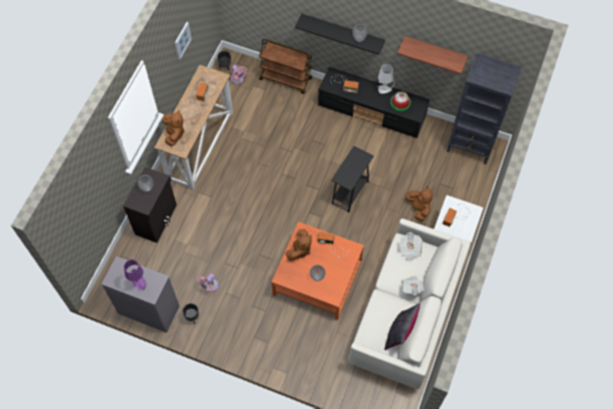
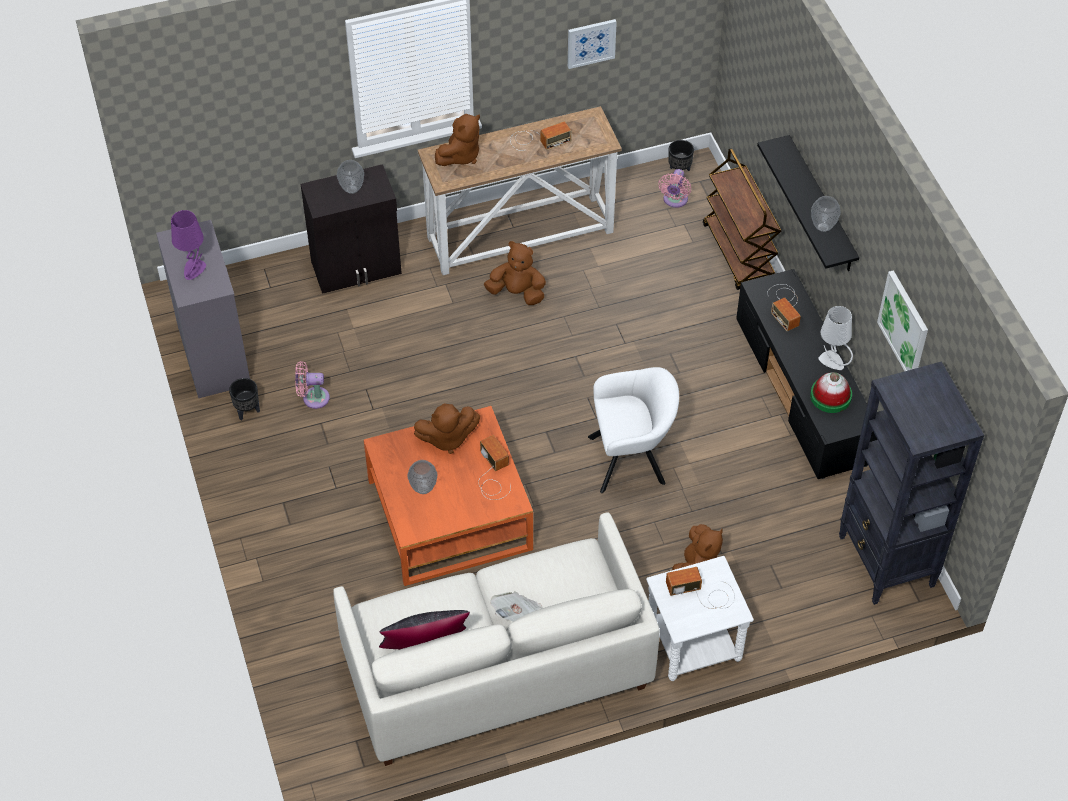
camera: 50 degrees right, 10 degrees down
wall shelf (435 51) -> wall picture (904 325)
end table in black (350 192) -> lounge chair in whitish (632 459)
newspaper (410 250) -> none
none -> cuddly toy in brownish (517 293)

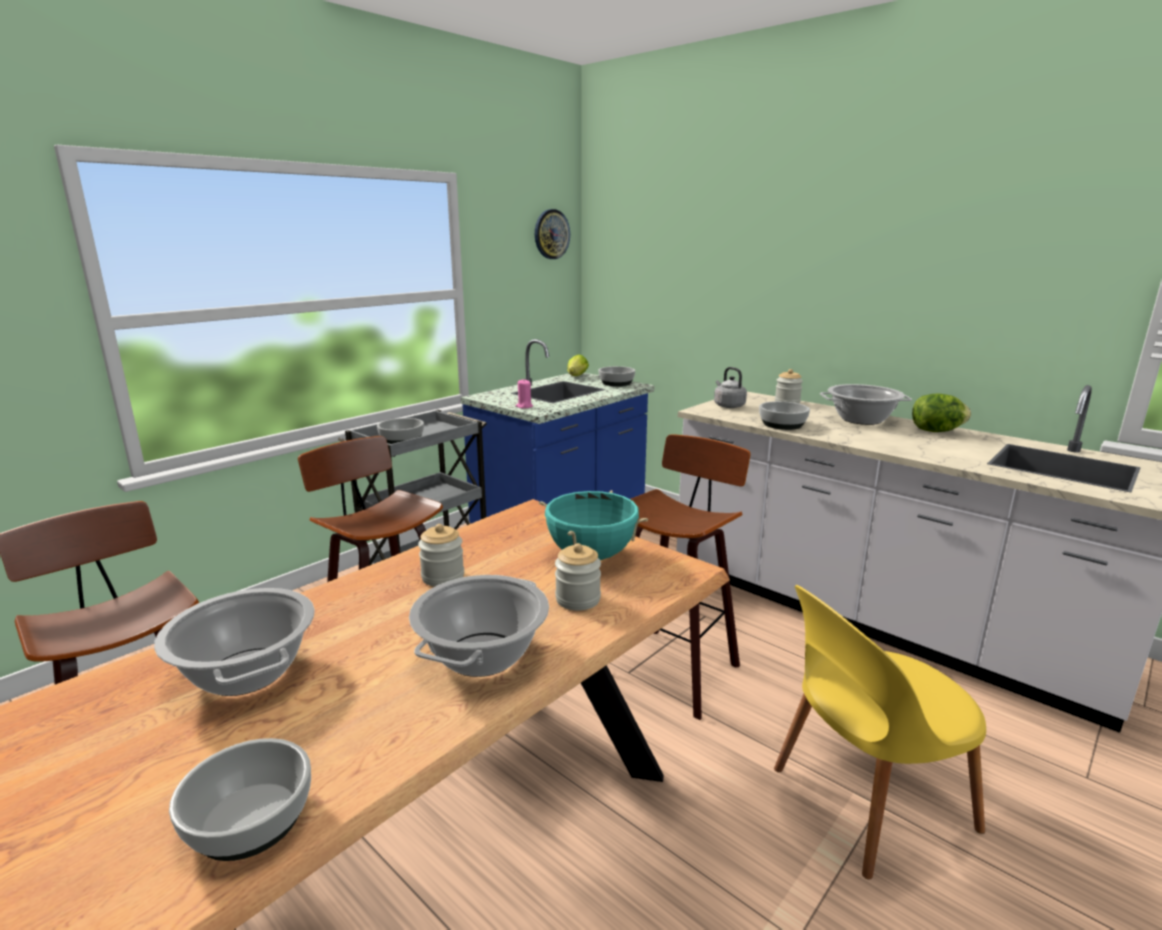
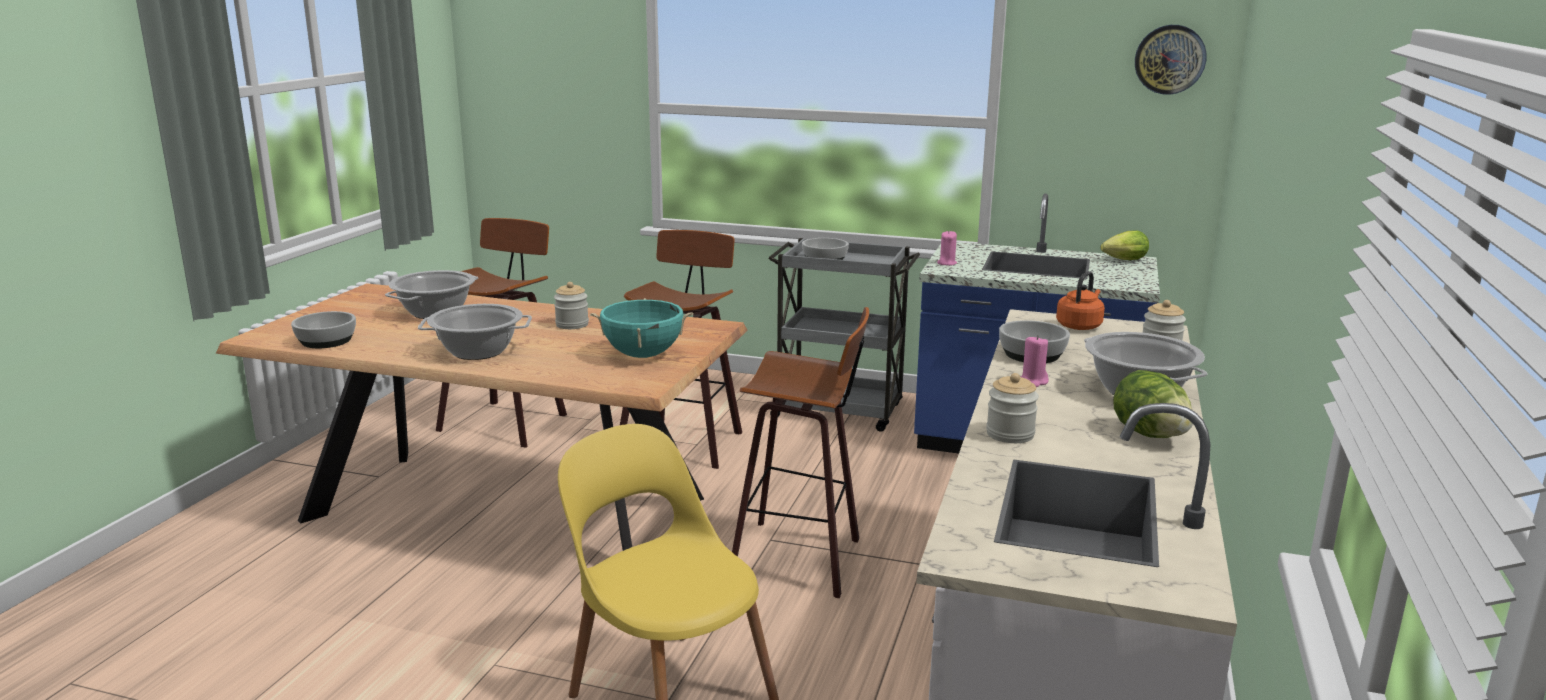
camera: 65 degrees right, 0 degrees up
serving bowl (616 383) -> none
water kettle in grey (728 405) -> water kettle in orangey (1080 326)
storage jar (578 599) -> storage jar (1010 434), move
none -> wax candle in pink (1033 381)

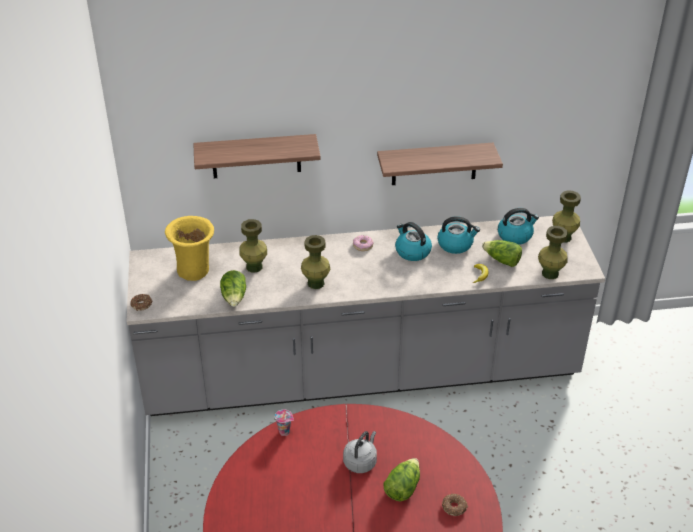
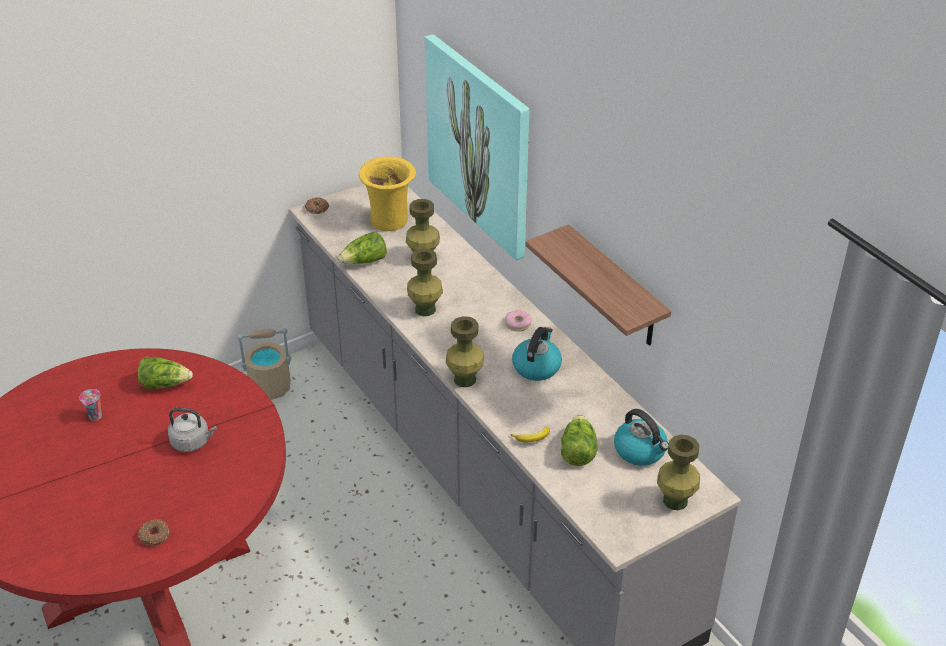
camera: 65 degrees right, 0 degrees up
wall shelf (256 156) -> wall picture (480 145)
water kettle (455 244) -> none
decorative vase in greenish (550 273) -> decorative vase in greenish (465 379), move
cup (285 432) -> cup (95 417), move
lettuce head (402 487) -> lettuce head (165 384), move
none -> bucket in beige-coloured (269 387)

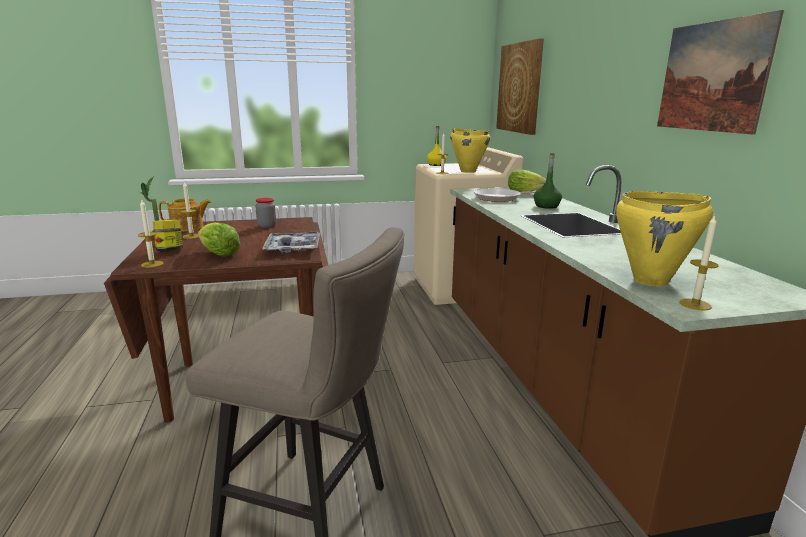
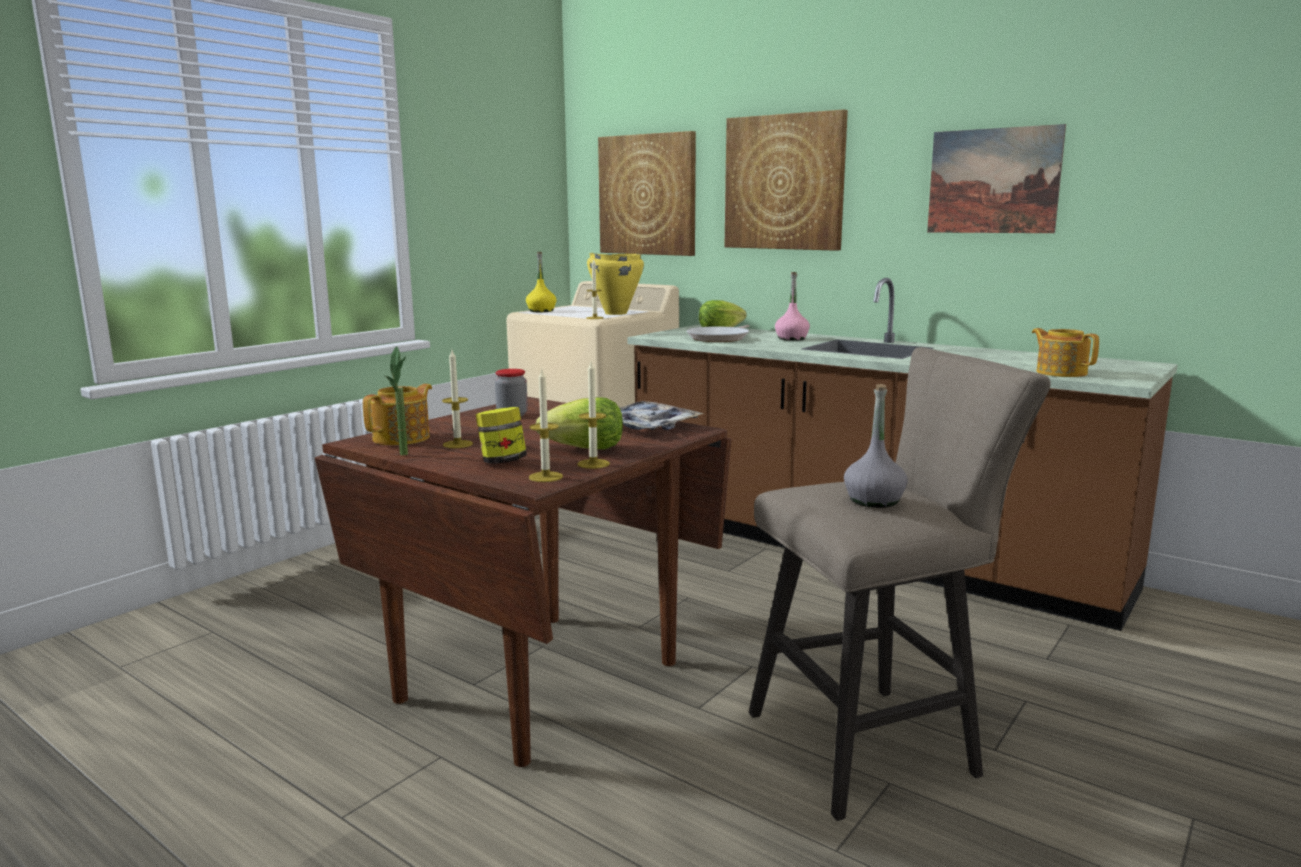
camera: 40 degrees left, 5 degrees down
bottle in greenish (546 206) -> bottle in pink (791 338)
cooking pot in yellow (651 281) -> pot for tea (1061 372)
wax candle (695 304) -> wax candle (593 464), move
none -> wall picture (784 182)
none -> bottle in grey (874 501)

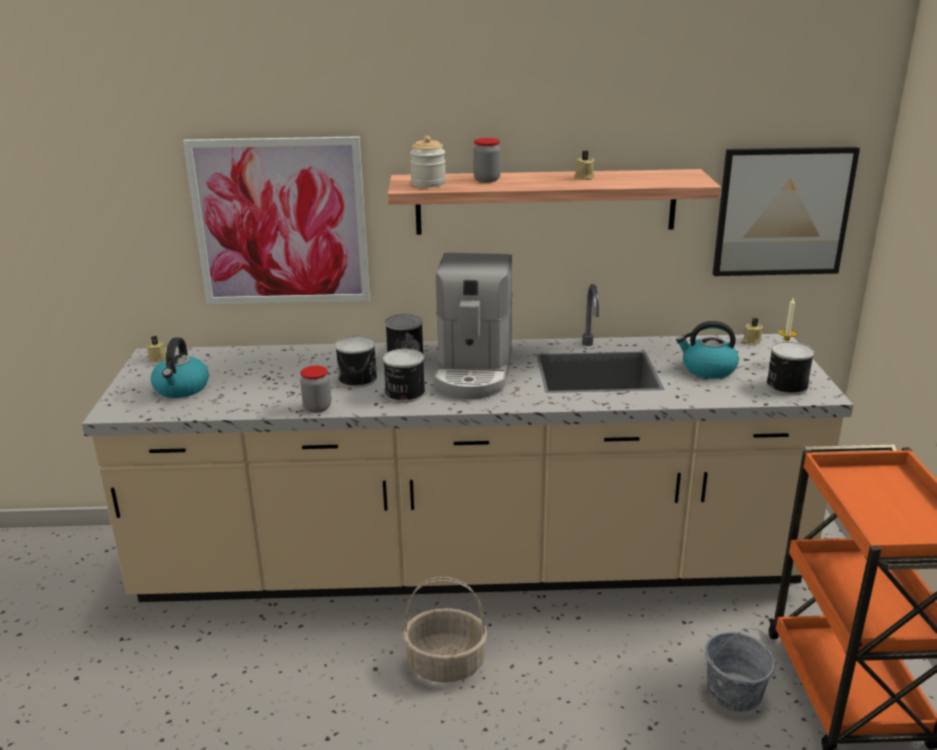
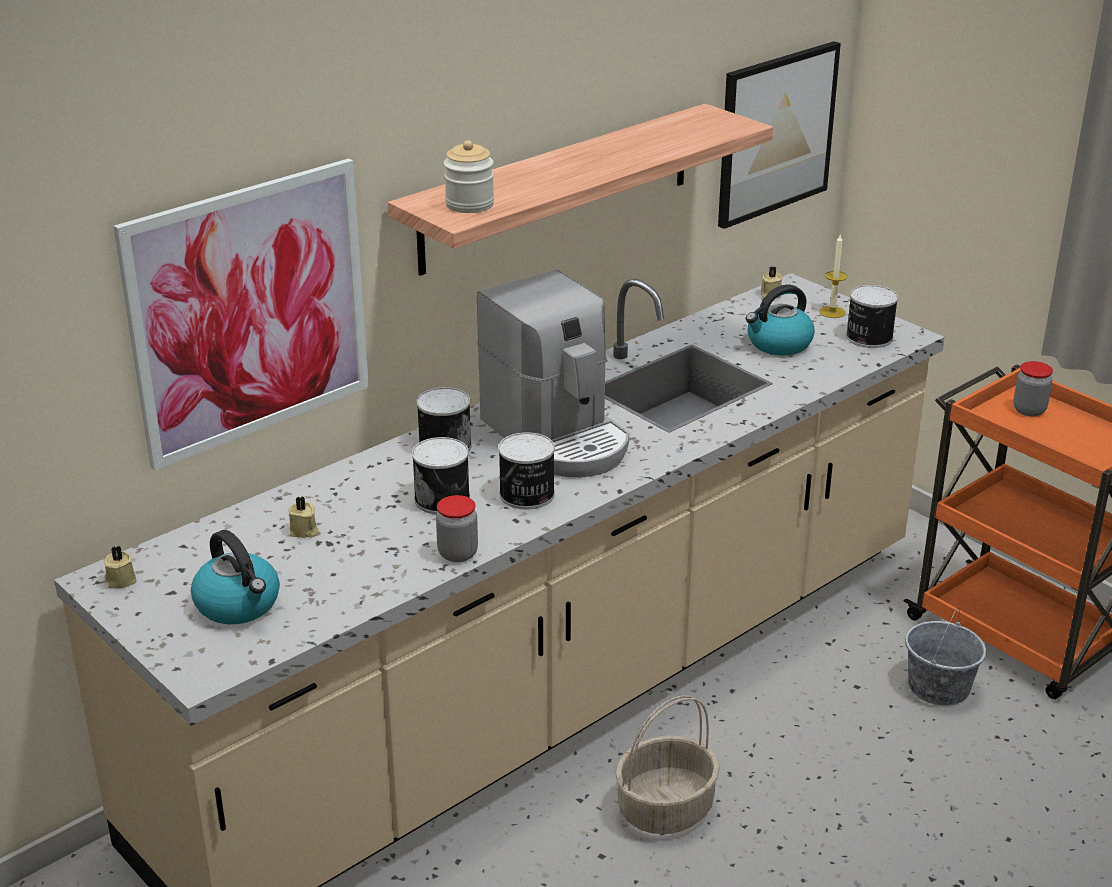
camera: 40 degrees left, 5 degrees up
storage jar (487 180) -> storage jar (1029 410), move
wax candle in beige-coloured (584 177) -> wax candle in beige-coloured (304 531), move

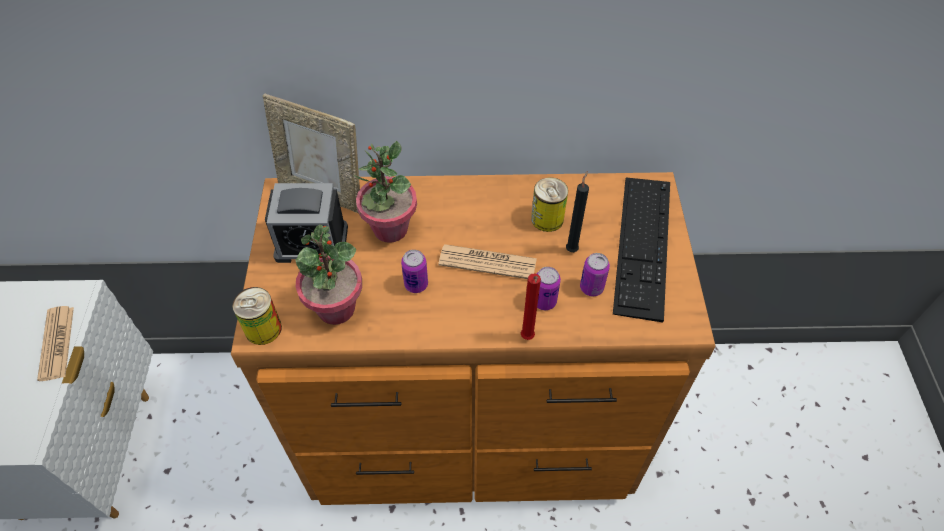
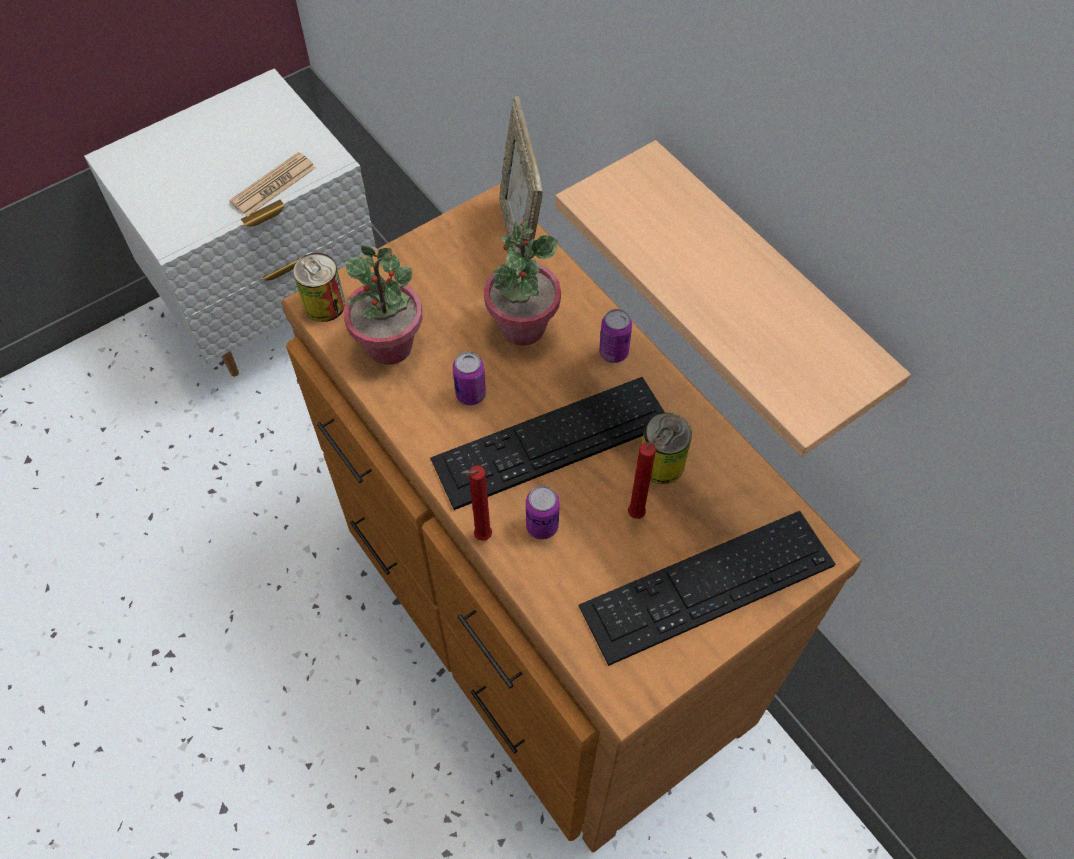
camera: 55 degrees right, 5 degrees up
wax candle in black (572 248) -> wax candle in reddish (639 513)
table clock (311 242) -> none
newspaper (487 262) -> keyboard (551 441)
sealed can (591 288) -> sealed can (613 352), move
none -> wall shelf (762 292)

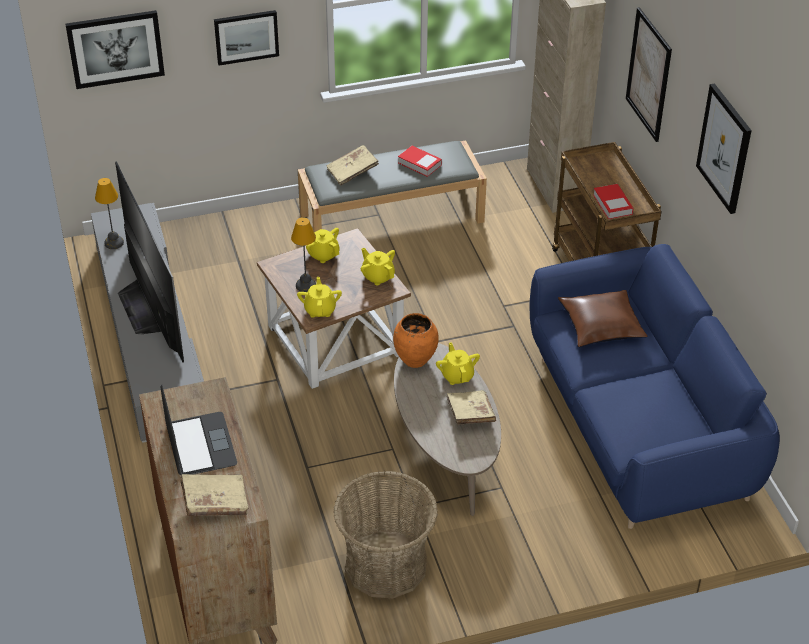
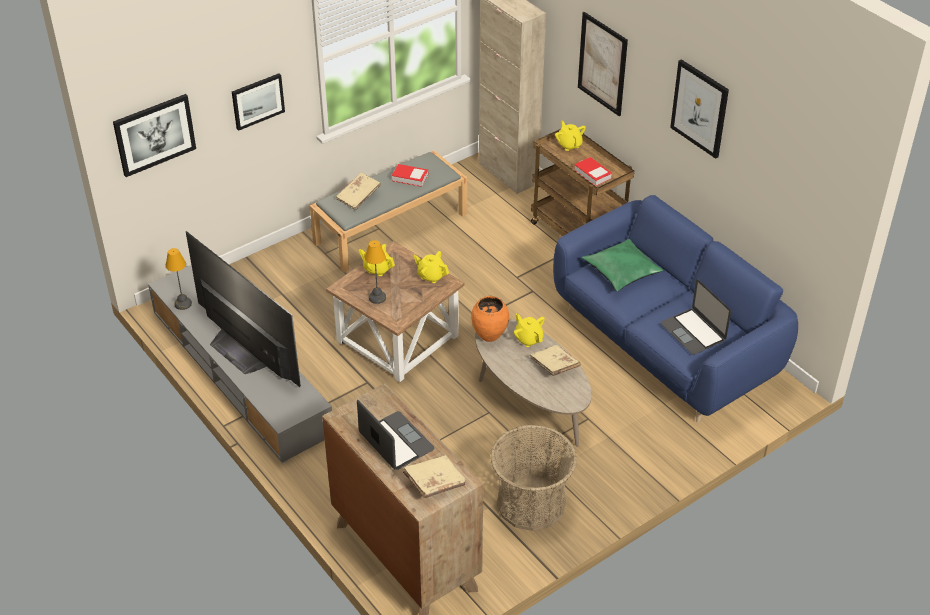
camera: 20 degrees left, 0 degrees up
pot for tea in yellow (320 310) -> pot for tea in yellow (569 144), move
cushion in brownish (601 326) -> cushion in greenish (622 271)
none -> laptop (693 331)

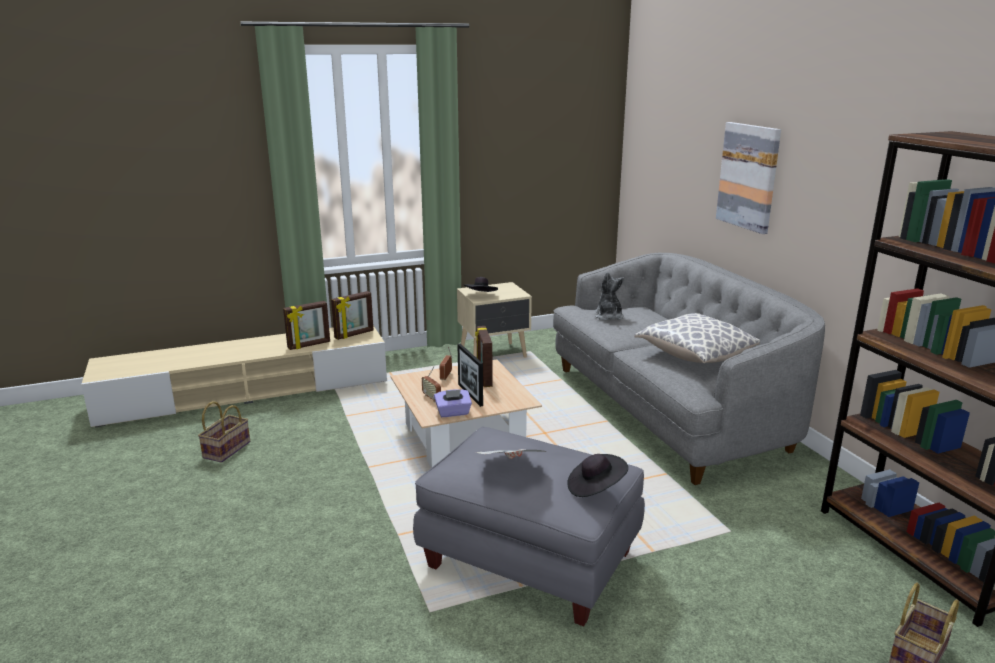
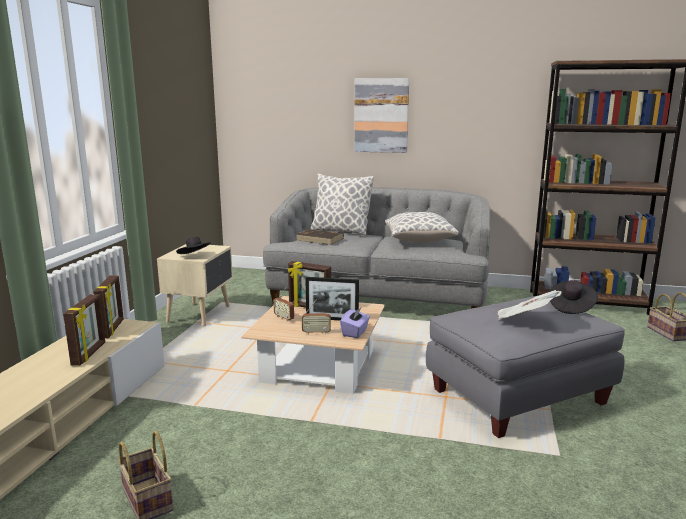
camera: 55 degrees left, 5 degrees down
cuddly toy (608 316) -> bound book in brownish (320 239)
none -> cushion (341 231)

